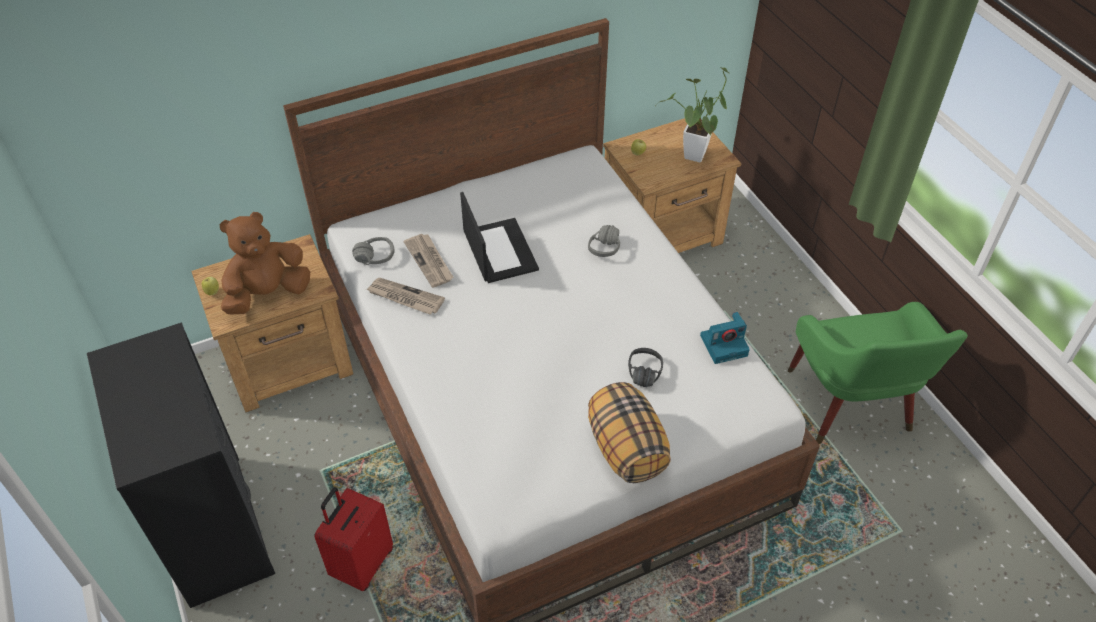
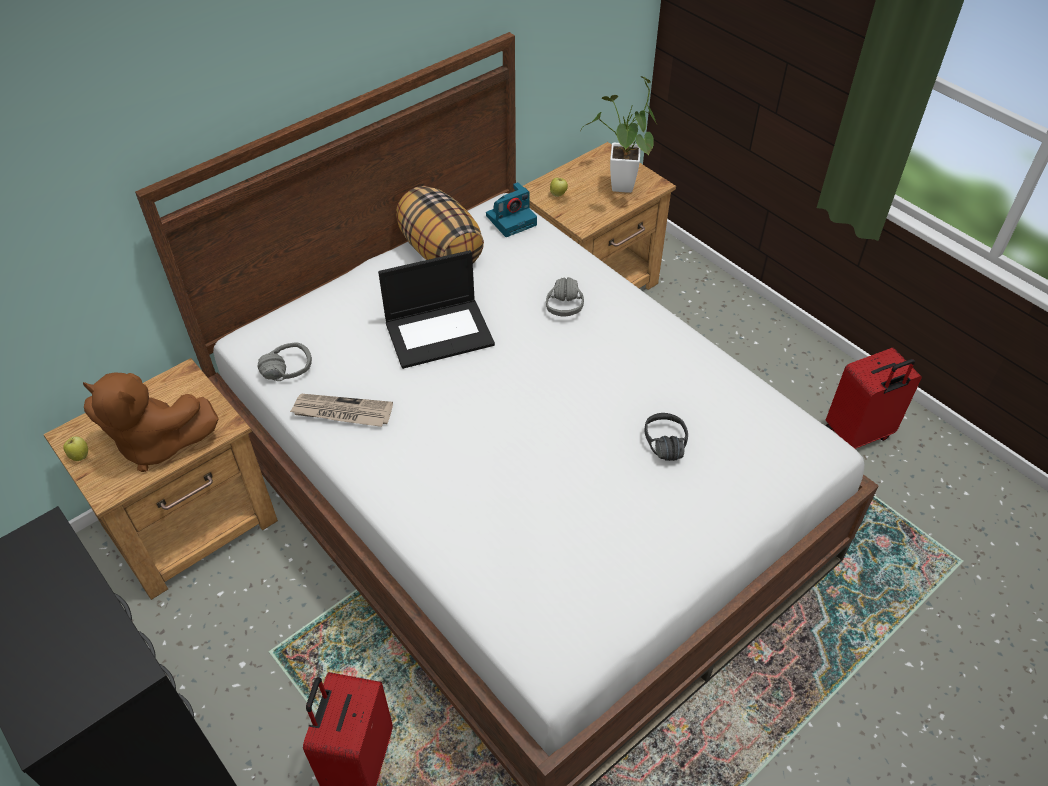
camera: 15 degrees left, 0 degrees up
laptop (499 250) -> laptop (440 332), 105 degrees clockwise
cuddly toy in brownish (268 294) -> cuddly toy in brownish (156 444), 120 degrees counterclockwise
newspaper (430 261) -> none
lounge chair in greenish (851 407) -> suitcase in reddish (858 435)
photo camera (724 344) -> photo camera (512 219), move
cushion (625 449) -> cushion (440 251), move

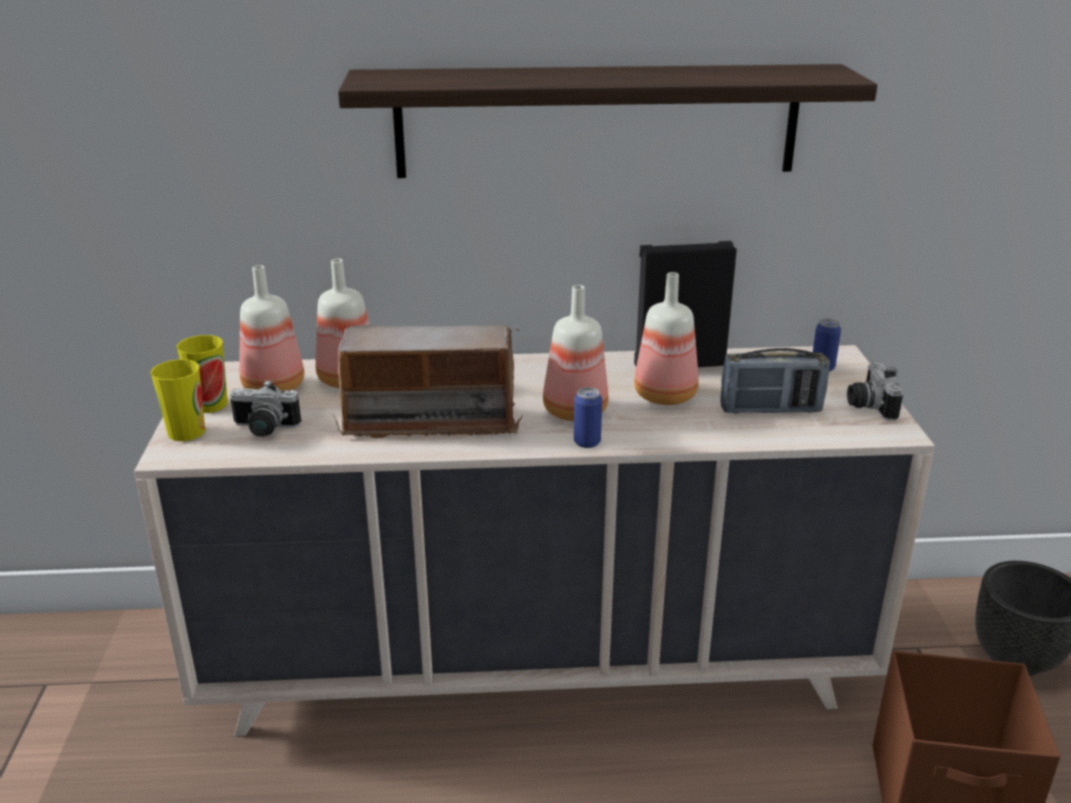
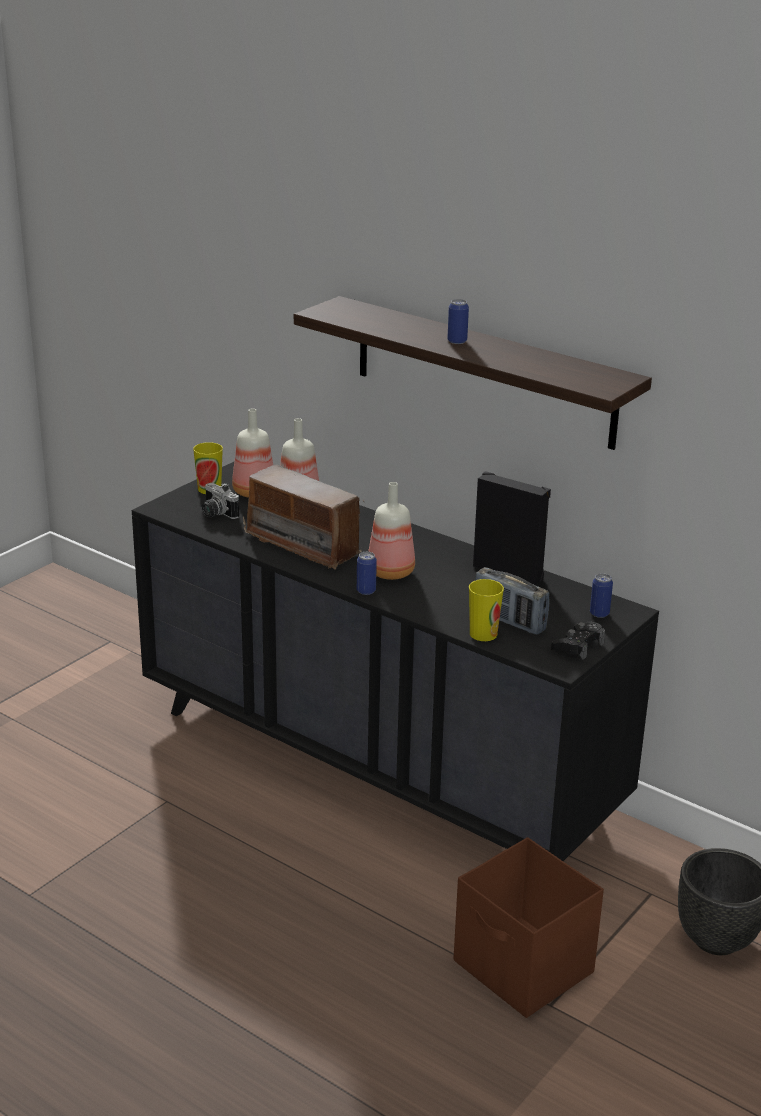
camera: 40 degrees right, 0 degrees up
bottle (665 395) -> none
drawer chest in beige-coloured (537 662) -> drawer chest in black (377 765)
cup (186 432) -> cup (483 634), move
photo camera (868 405) -> gamepad in black (578 646)
none -> sealed can (457 341)

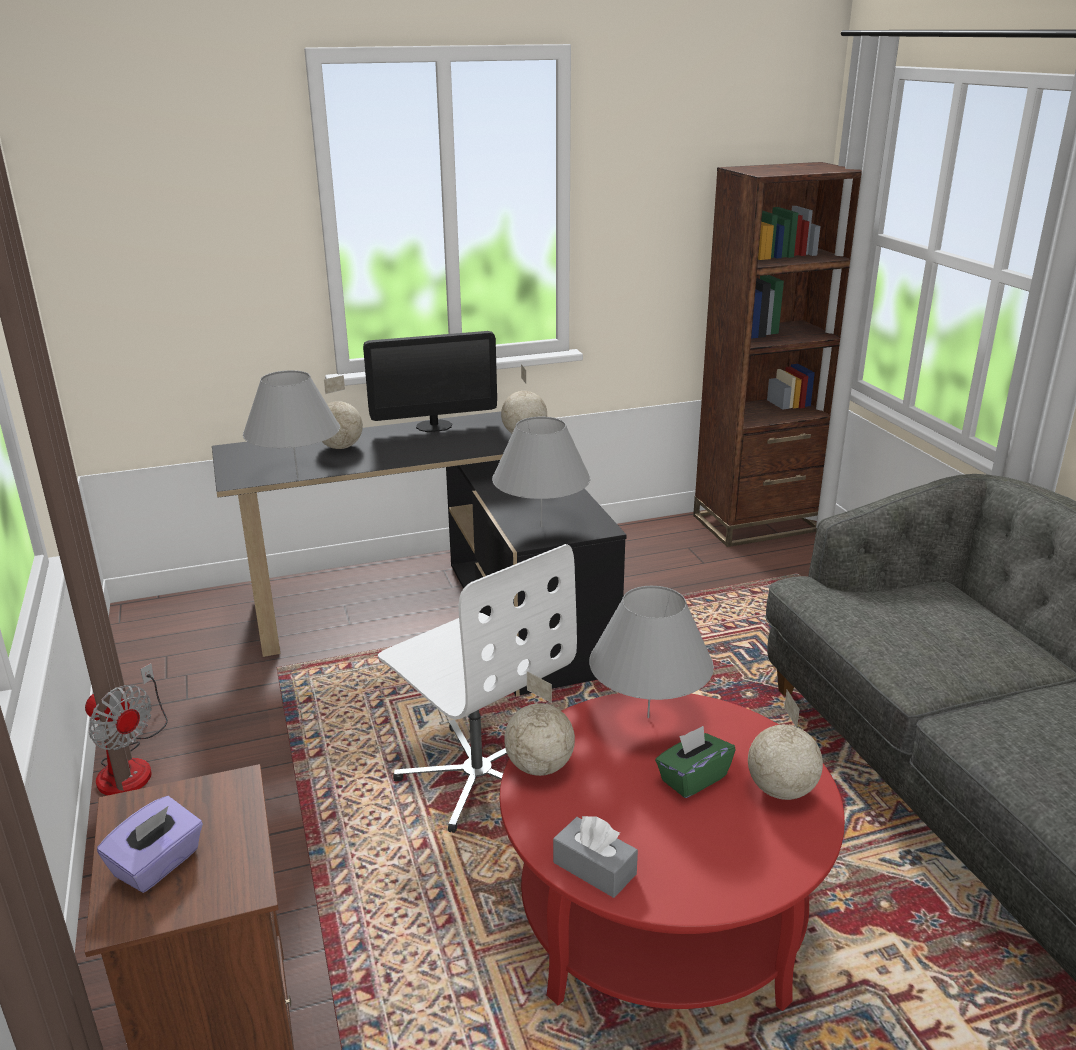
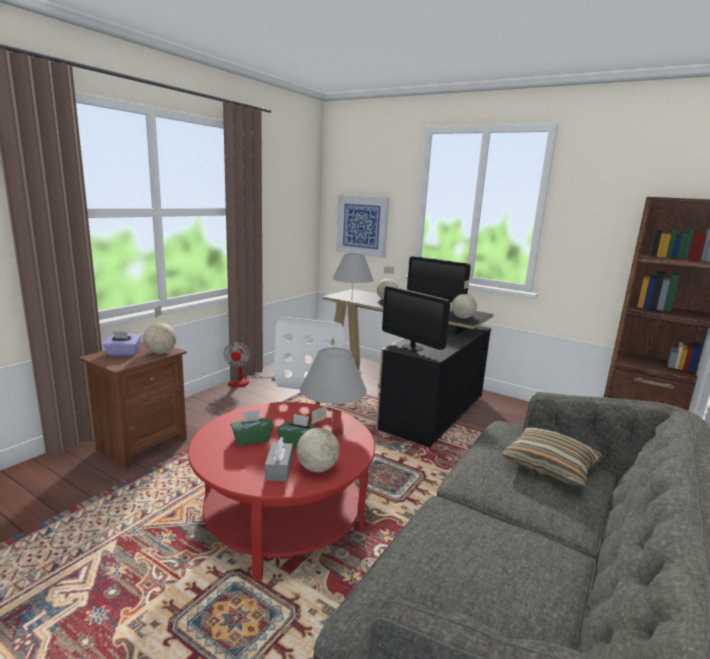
camera: 50 degrees right, 10 degrees down
tabletop lamp in grey (541 526) -> computer screen (412 347)
world globe (539 766) -> world globe (161 352), move
box of tissues in grey (594 868) -> box of tissues in grey (279 469), move
none -> wall picture (362 225)
none -> box of tissues in greenish (251 439)
none -> cushion (550 466)

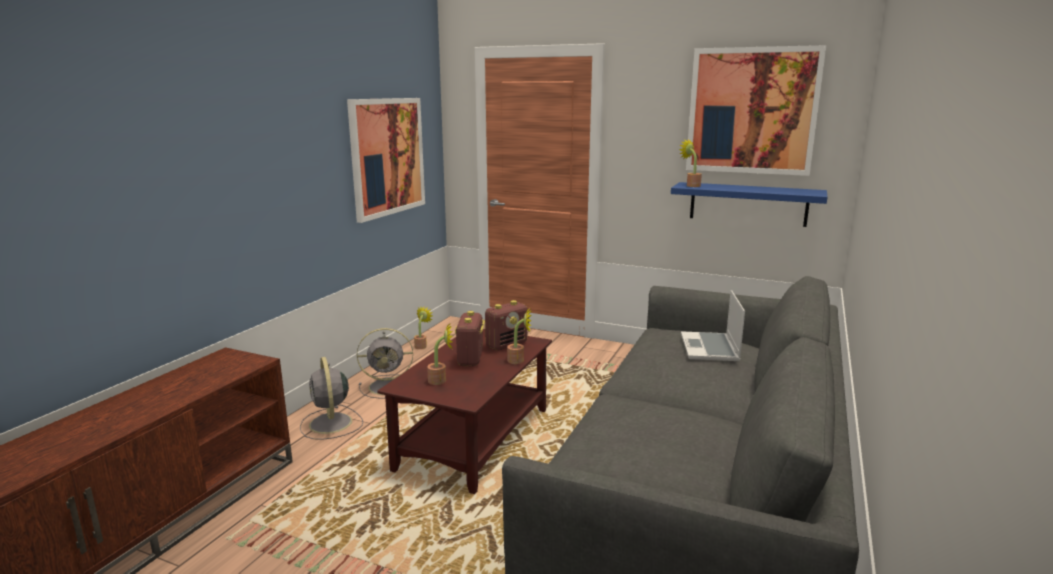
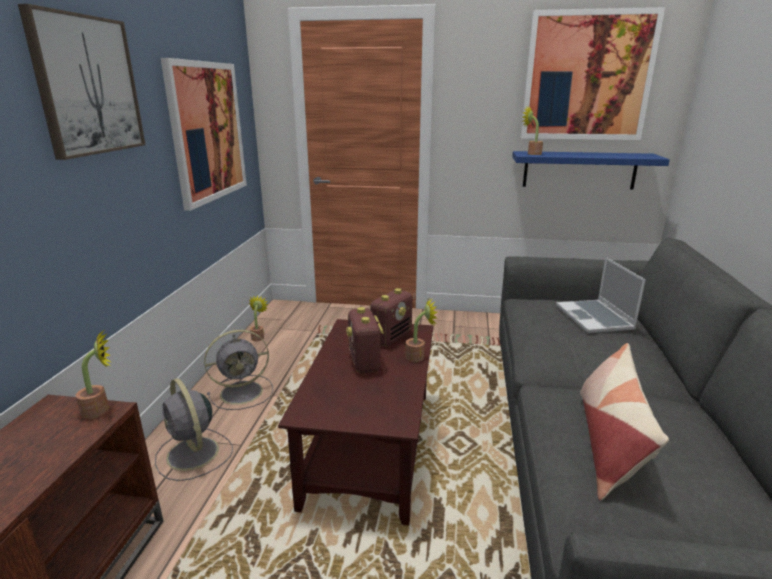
camera: 15 degrees left, 5 degrees up
plant in a pot (441 380) -> plant in a pot (101 409), move
none -> wall picture (87 86)
none -> cushion (609 442)

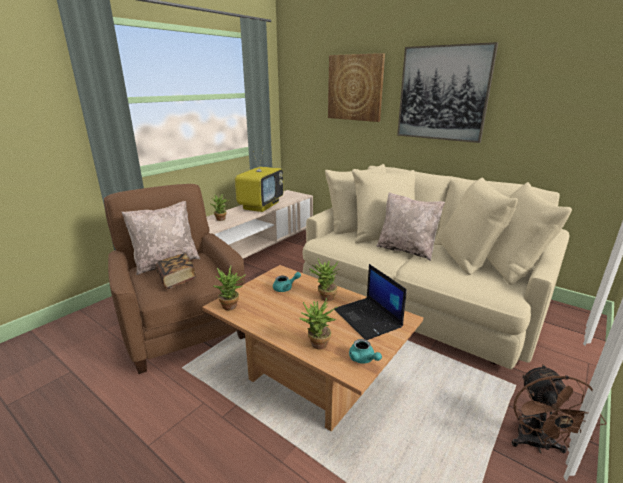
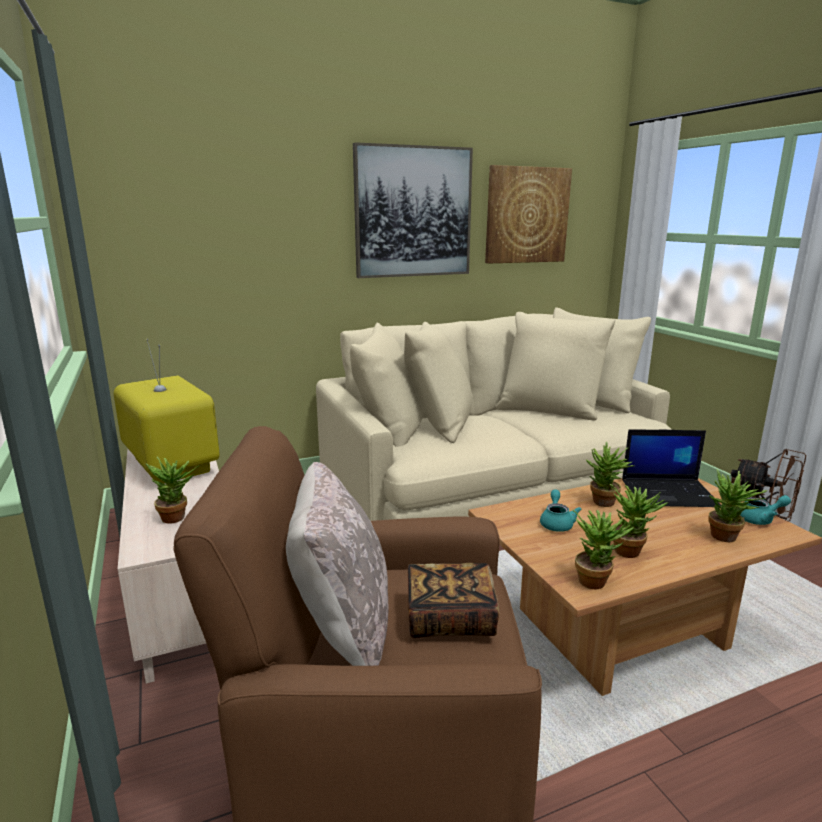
camera: 60 degrees left, 5 degrees down
wall picture (355 88) -> wall picture (527 215), move
cushion in beige-coloured (406 250) -> none
none -> plant in a pot (631 550)

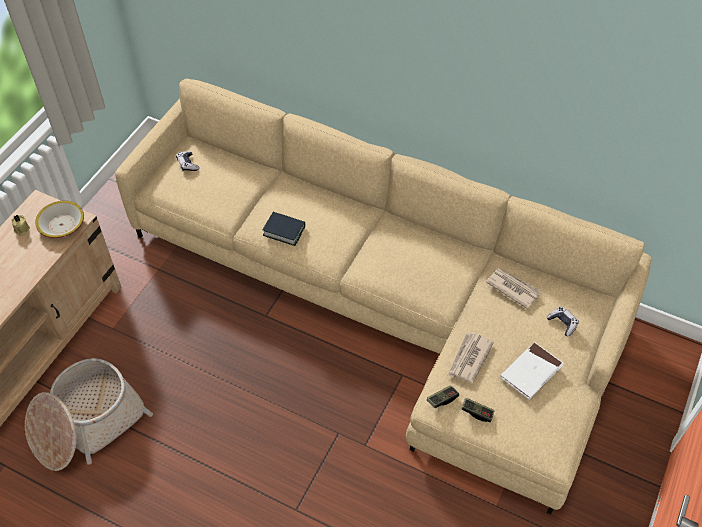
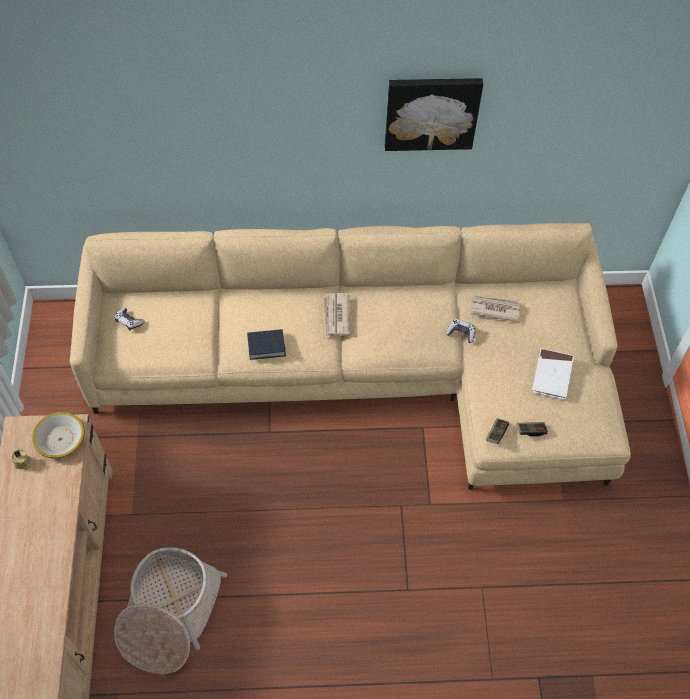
camera: 30 degrees left, 5 degrees up
gamepad (562 323) -> gamepad (461 333), move
newspaper (469 359) -> newspaper (336 316), move
none -> wall picture (431 112)

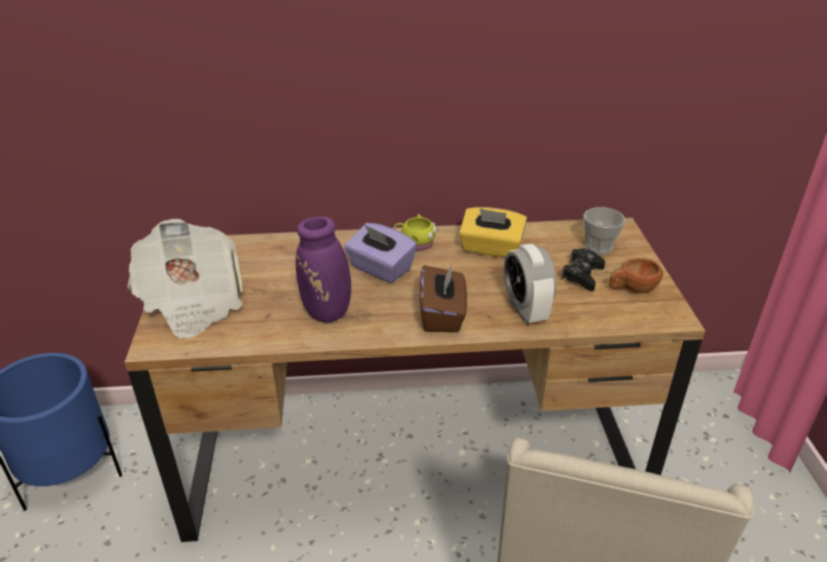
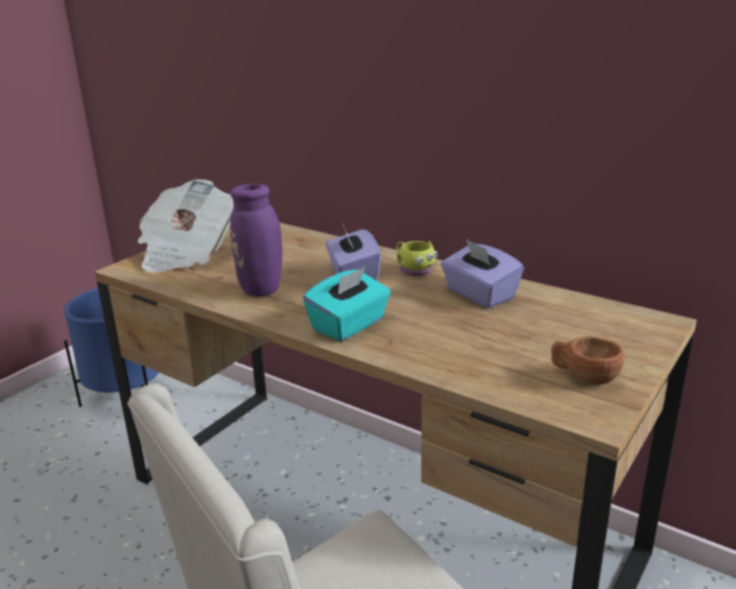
camera: 40 degrees right, 10 degrees down
box of tissues in yellow (491 249) -> box of tissues in purplish (479 295)
cup (598 247) -> none
table clock (525 310) -> none
gamepad in black (582 275) -> none
box of tissues in brownish (442 315) -> box of tissues in turquoise (349 325)

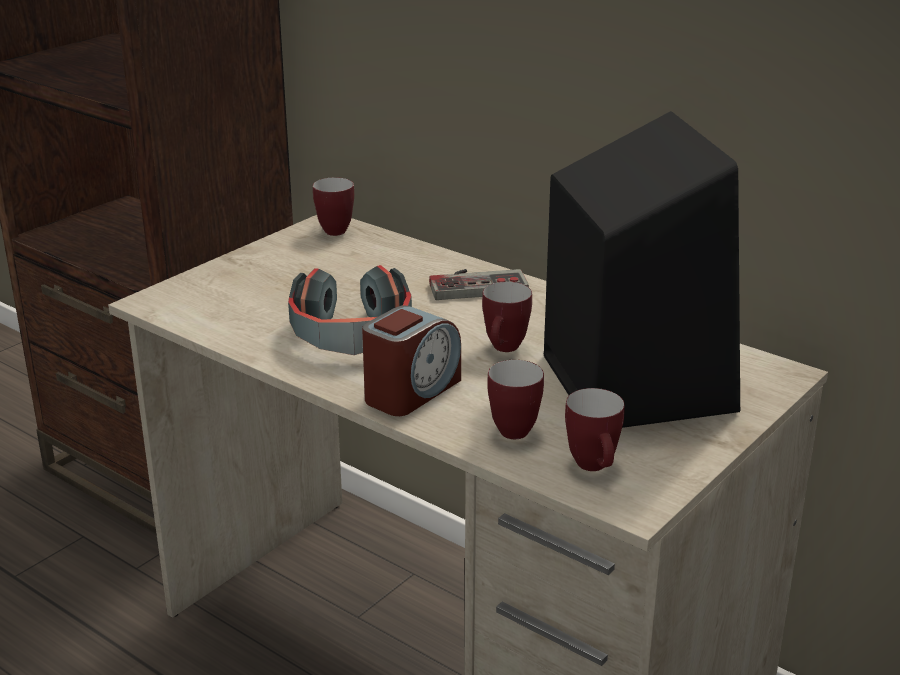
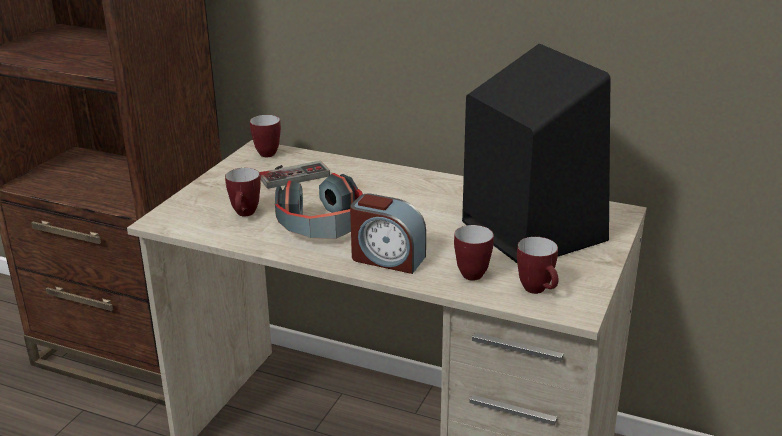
camera: 15 degrees left, 0 degrees up
gamepad (476 283) -> gamepad (292 174), move
tea mug (504 350) -> tea mug (245 215), move
table clock (411 391) -> table clock (387 258), 90 degrees clockwise

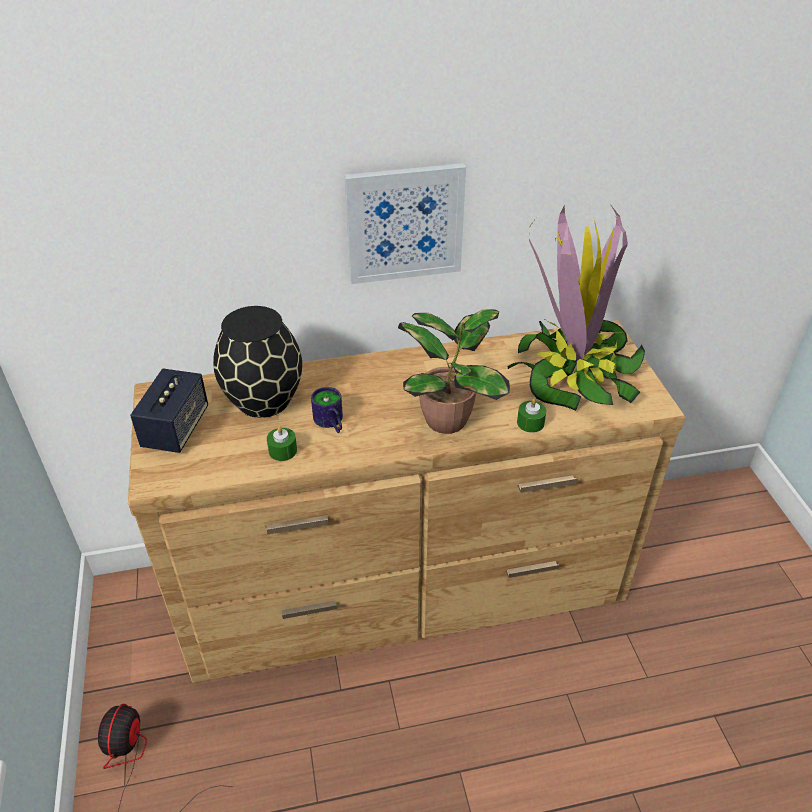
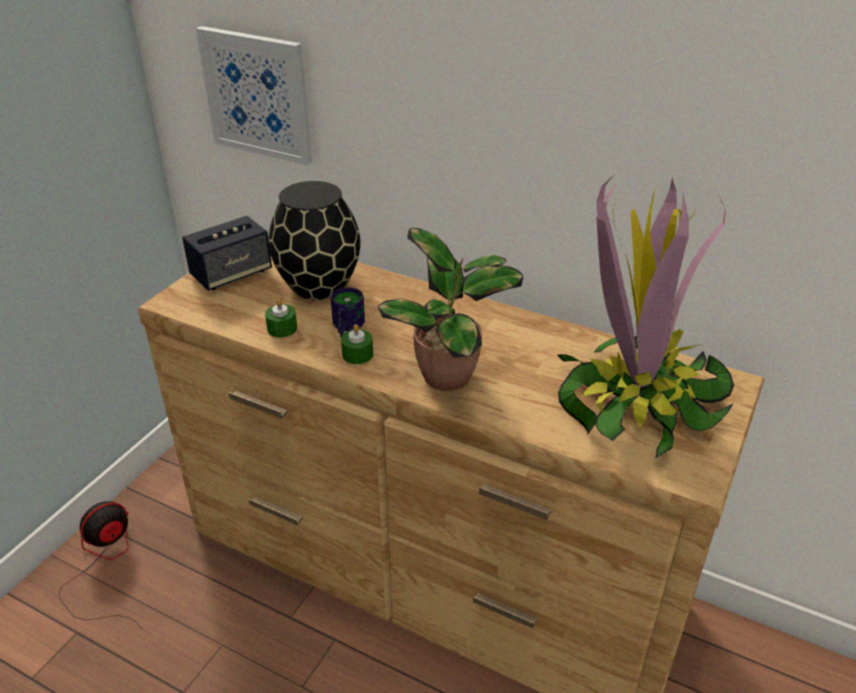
camera: 40 degrees right, 5 degrees down
wall picture (404 223) -> wall picture (257 95), move
wax candle in greenish (530 423) -> wax candle in greenish (357 354), move

